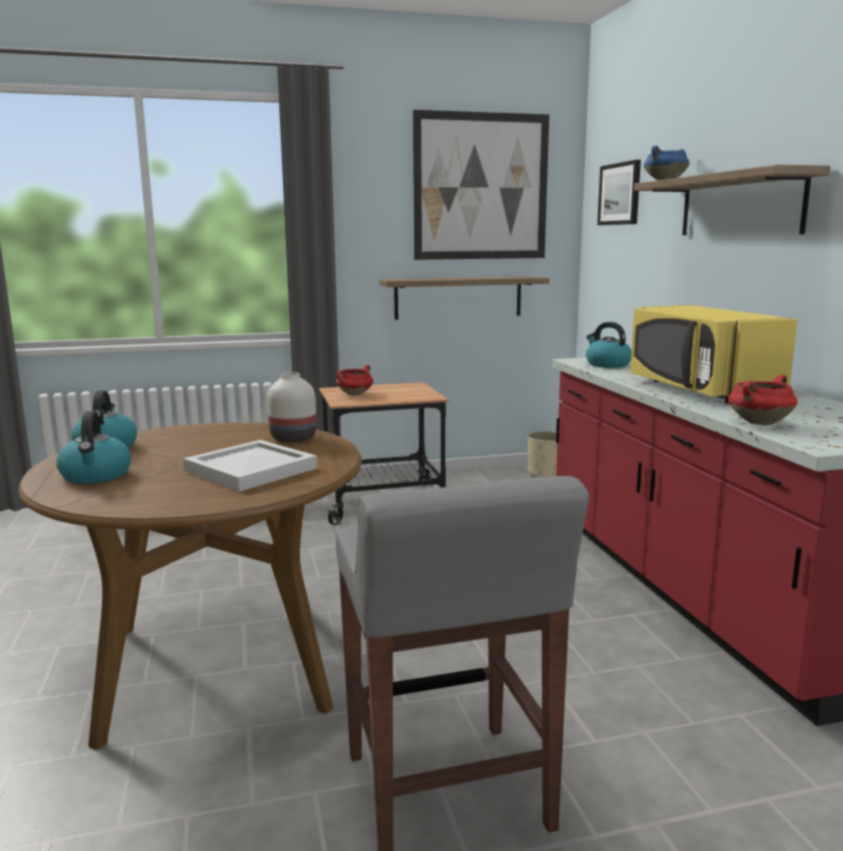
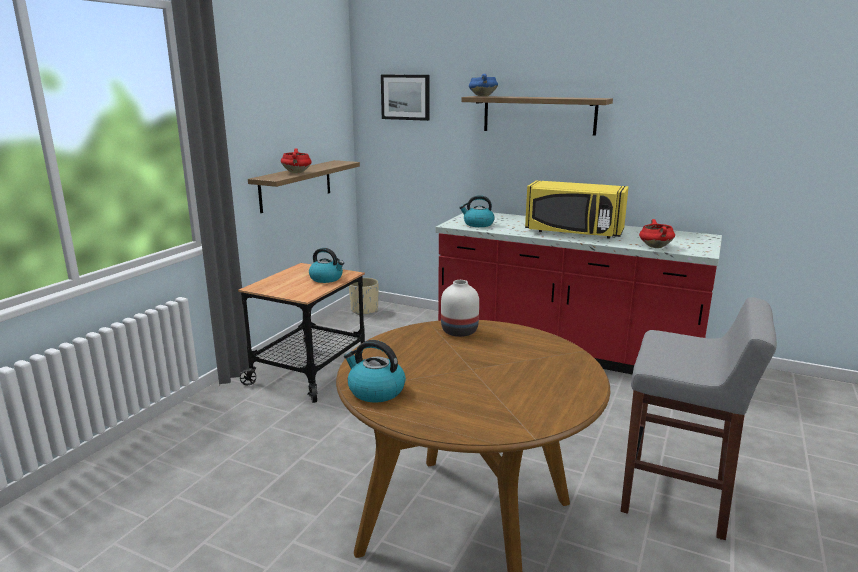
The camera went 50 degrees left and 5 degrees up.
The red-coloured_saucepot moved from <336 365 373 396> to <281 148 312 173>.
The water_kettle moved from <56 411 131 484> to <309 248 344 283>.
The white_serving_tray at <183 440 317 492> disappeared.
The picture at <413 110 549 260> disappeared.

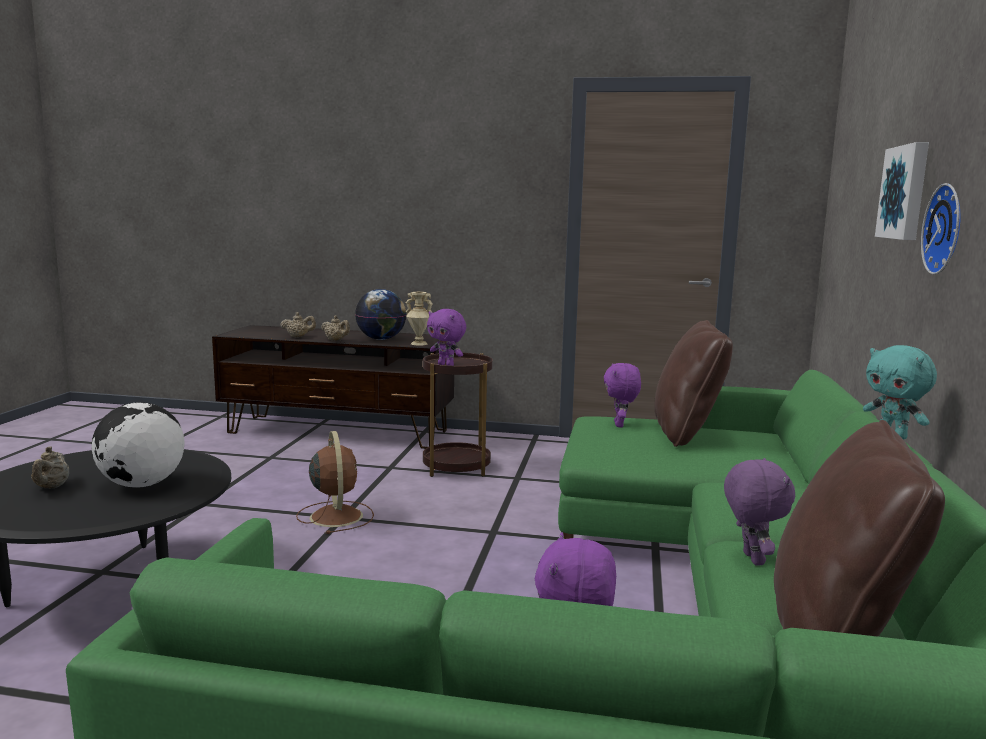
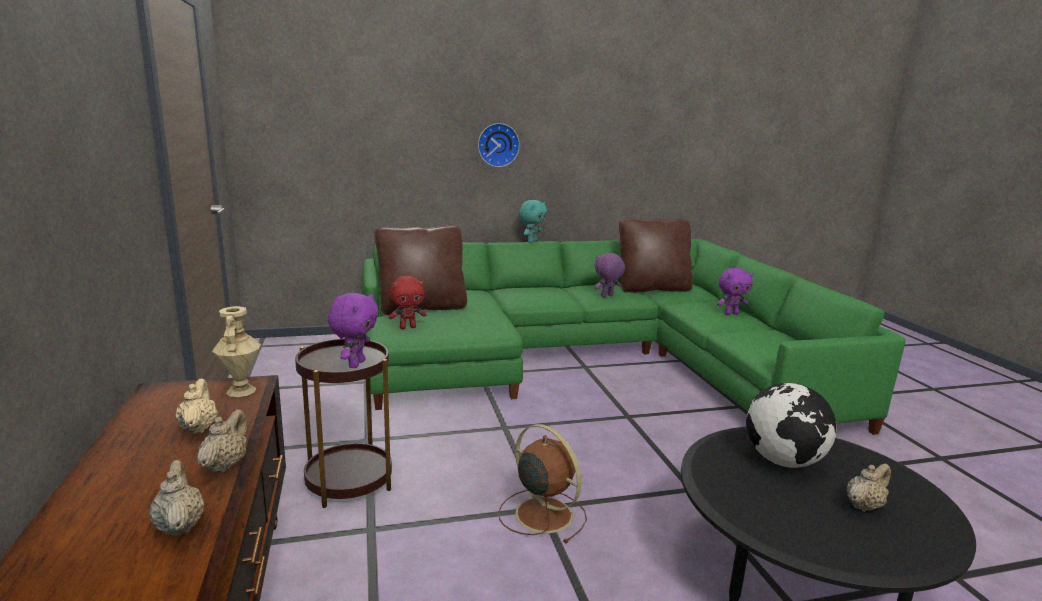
The camera went 115 degrees left and 5 degrees up.
The globe at <355 289 407 340> was replaced by the beige_pot_for_tea at <175 379 218 434>.
The purplish_soft_toy at <604 363 641 427> became the red-coloured_soft_toy at <389 276 426 329>.
The brown_cooling_fan at <296 431 374 534> turned 90 degrees clockwise.
The picture at <875 142 929 240> disappeared.

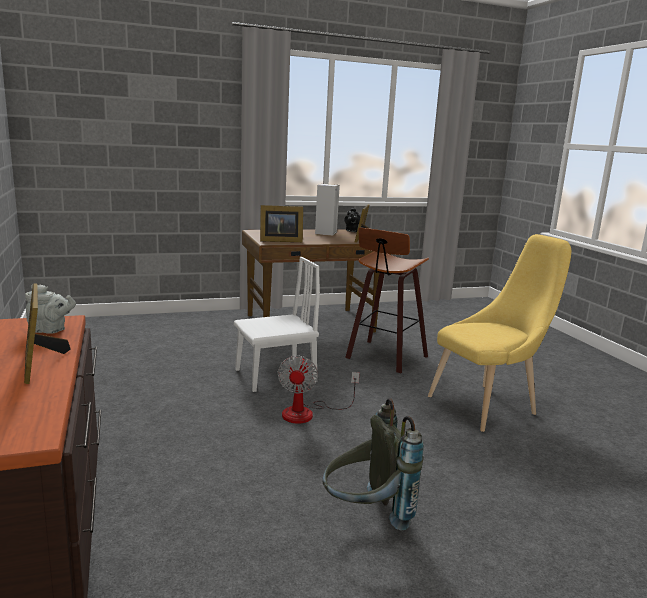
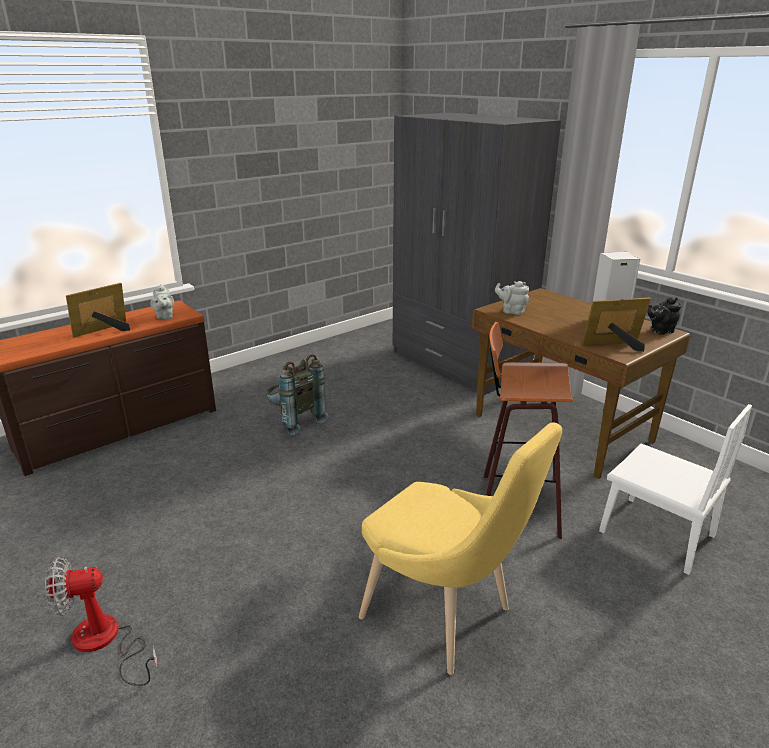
The camera went 70 degrees right and 10 degrees up.
The cooling_fan moved from <277 355 359 424> to <45 557 157 686>.
The greyish_rucksack moved from <322 398 424 531> to <266 354 328 435>.
The greyish_armoire at <393 113 561 395> appeared.
The photo_frame at <260 205 303 242> was replaced by the greyish_pot_for_tea at <495 281 529 315>.
The white_upright_chair moved from <234 257 320 392> to <599 404 752 575>.

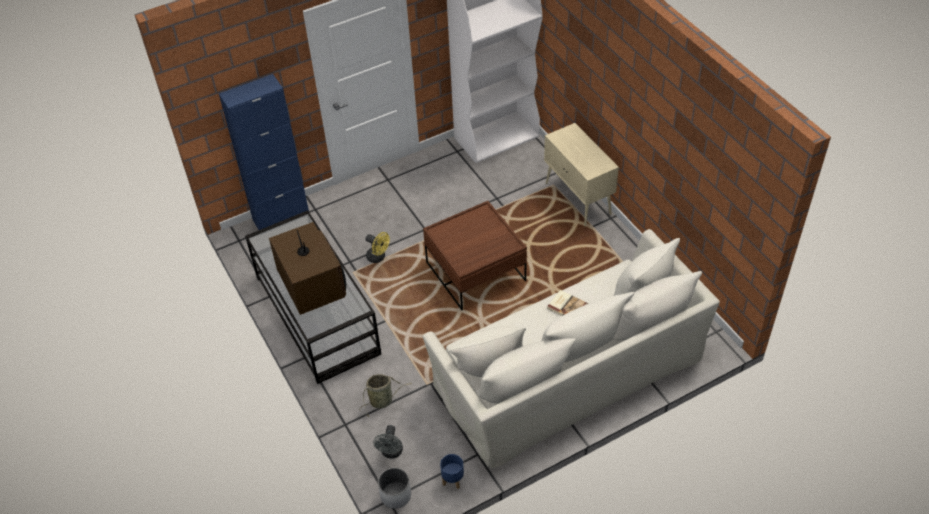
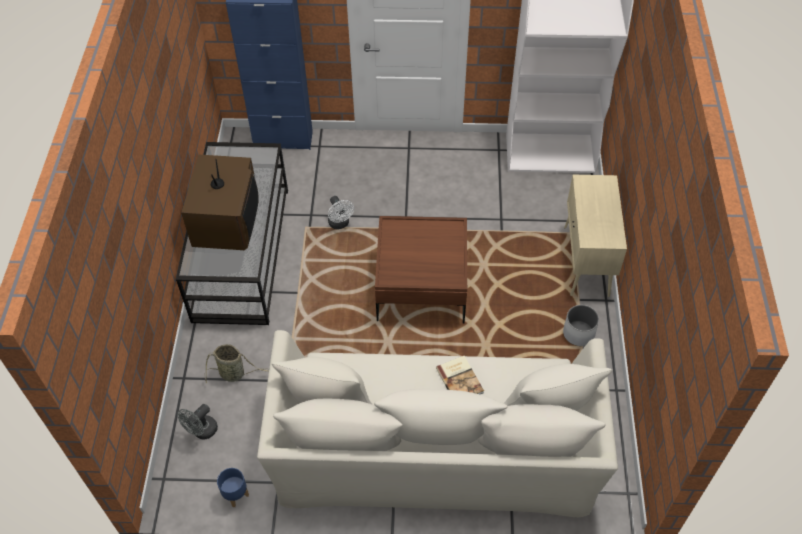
The camera went 30 degrees right and 5 degrees up.
The yellow-coloured_cooling_fan at <366 232 390 263> became the white_cooling_fan at <328 196 354 229>.
The white_planter moved from <378 468 411 509> to <563 305 599 346>.

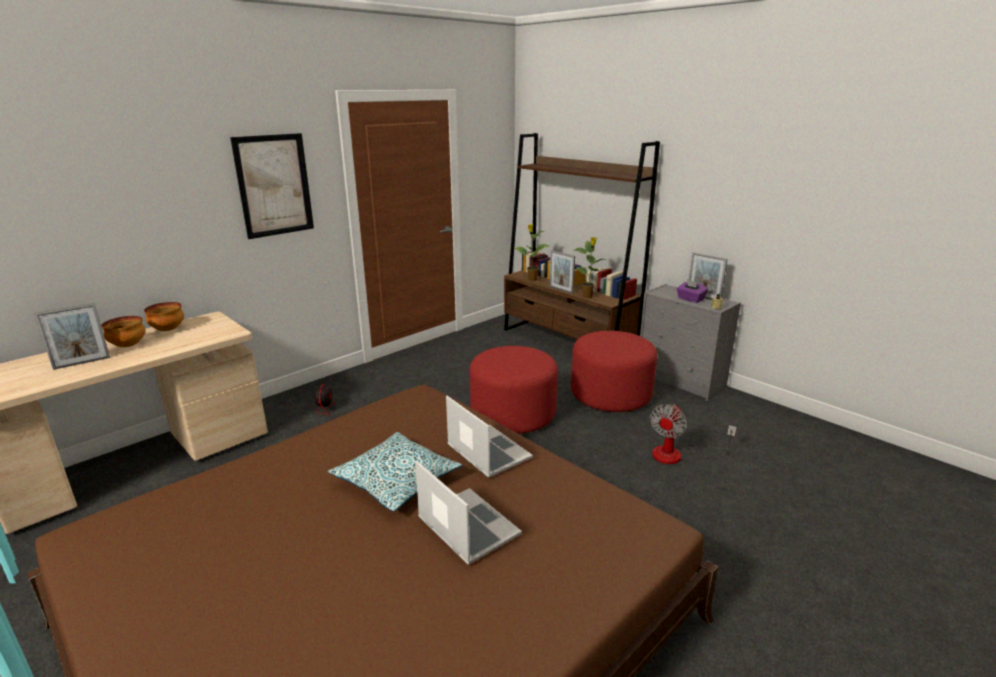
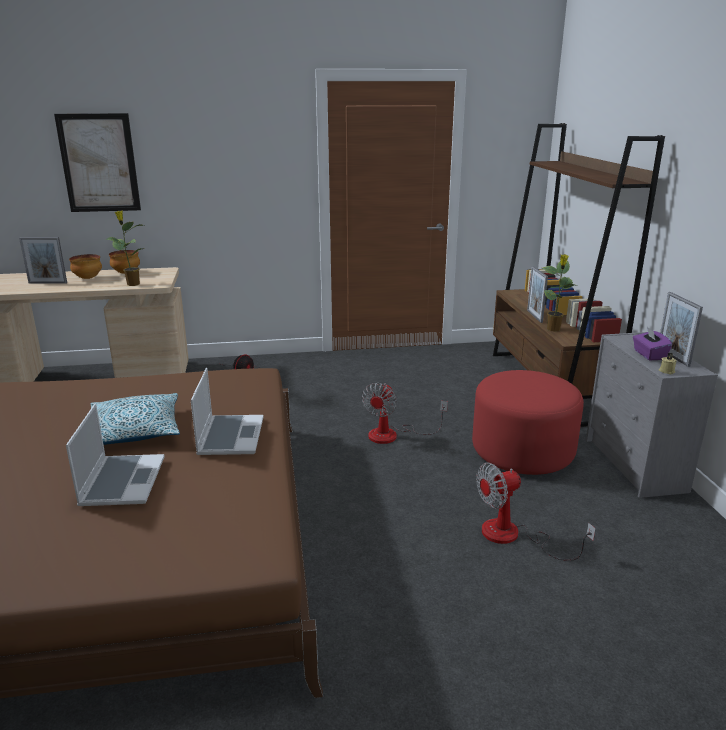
The camera went 35 degrees right and 0 degrees up.
The picture moved from <230 133 314 239> to <54 113 141 212>.
The potted_plant moved from <514 224 549 281> to <106 211 144 286>.
The red-coloured_pouffe at <470 346 558 434> was replaced by the cooling_fan at <362 383 448 444>.

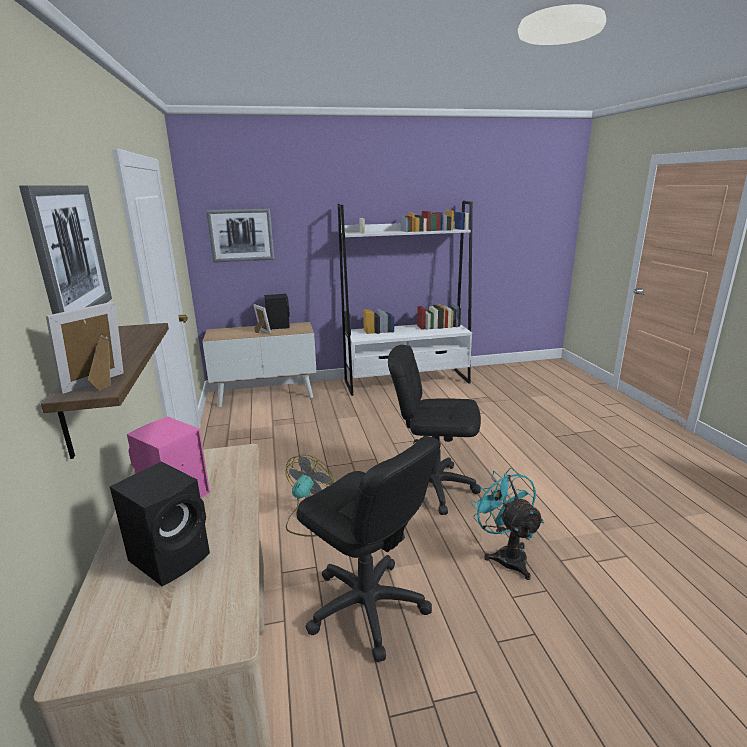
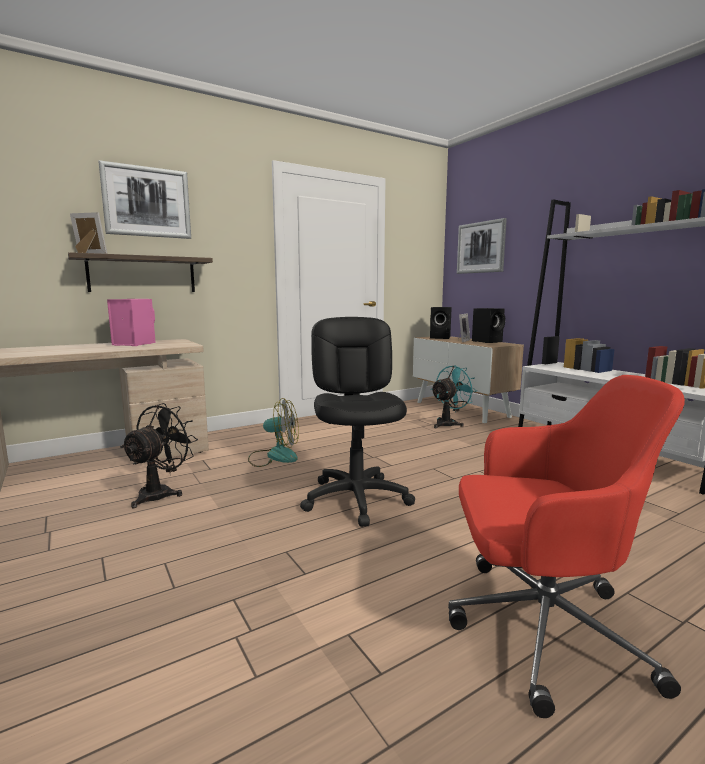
The camera went 70 degrees right and 10 degrees down.
The black_office_chair at <297 436 441 662> was replaced by the black_cooling_fan at <120 403 198 508>.
The black_loudspeaker moved from <110 461 210 586> to <430 307 452 339>.
The turquoise-coloured_cooling_fan moved from <470 468 544 580> to <431 365 477 428>.
The red-coloured_office_chair at <448 375 685 718> appeared.

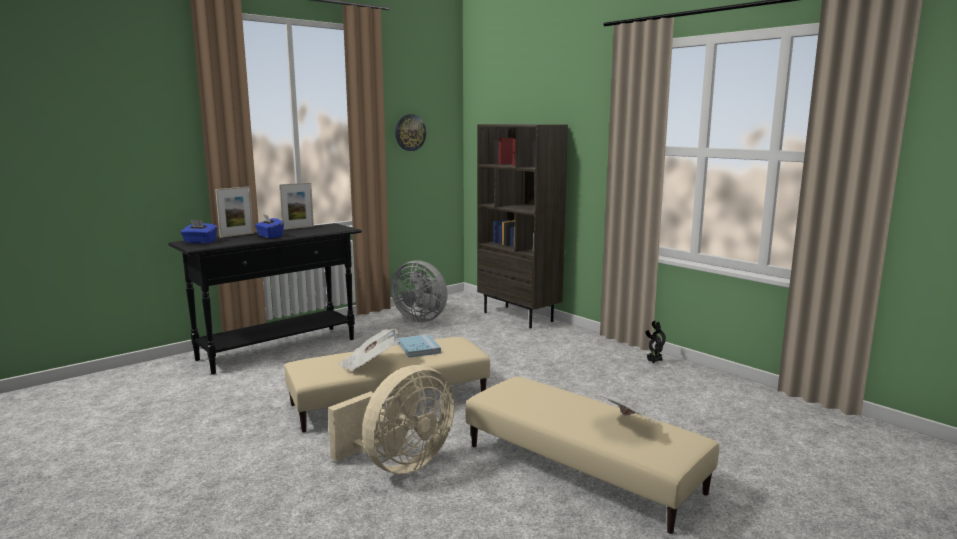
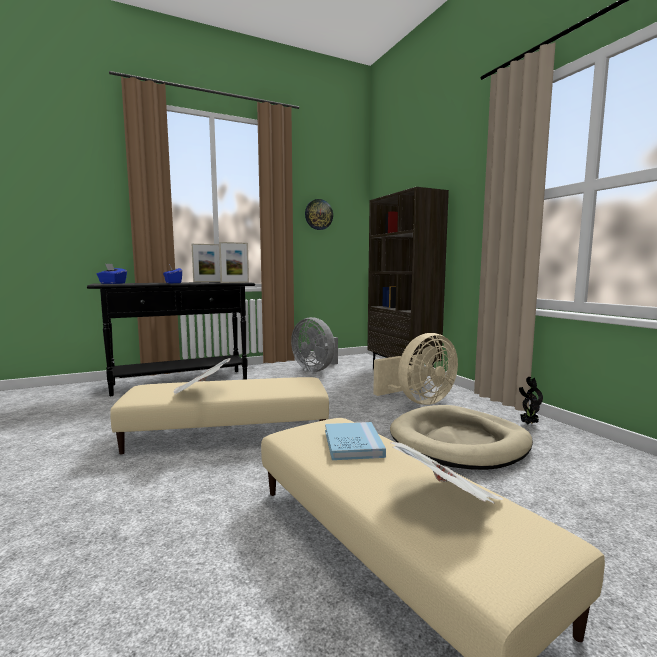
The camera went 15 degrees right and 5 degrees down.
The photo_frame moved from <215 187 254 238> to <219 242 249 283>.
The bluish_book moved from <398 334 441 358> to <325 422 386 460>.
The beige_cooling_fan moved from <328 365 455 474> to <373 333 458 405>.
The beige_dog_cushion at <390 405 533 470> appeared.

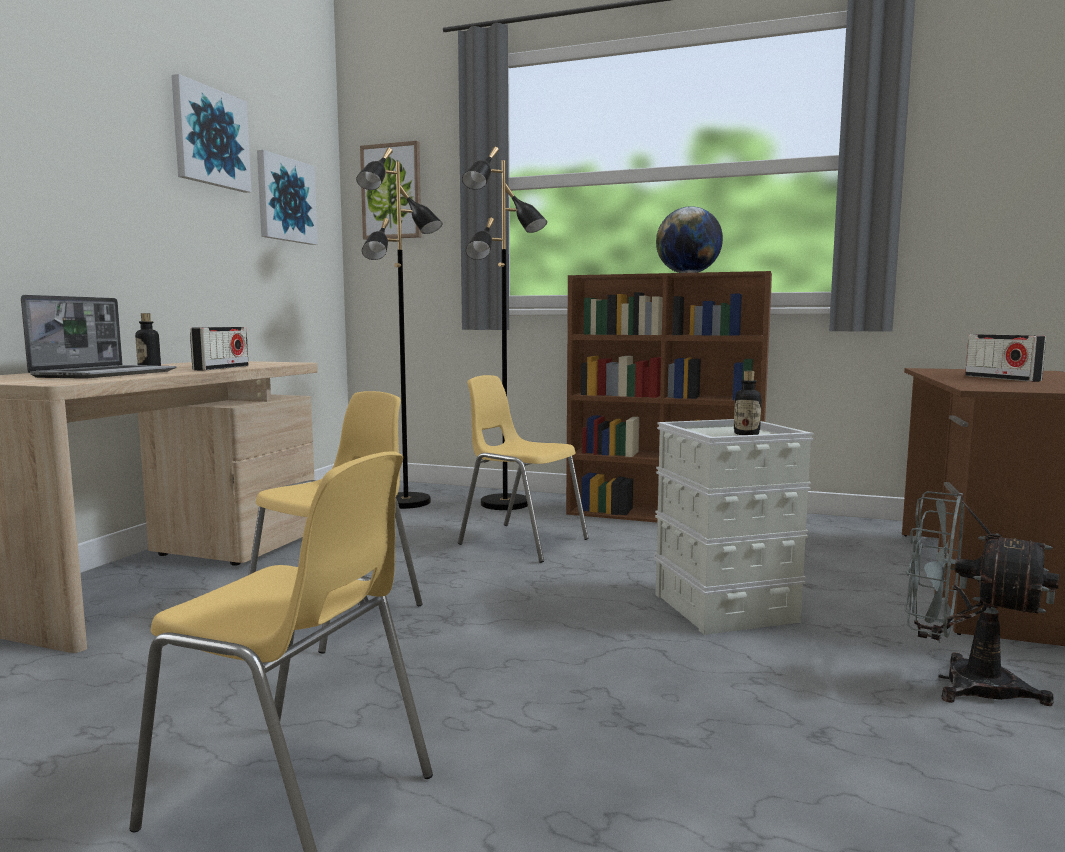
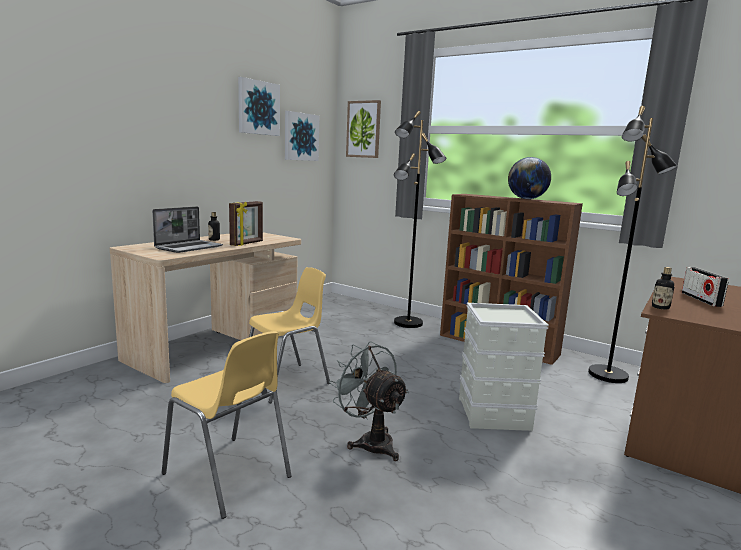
The camera went 15 degrees right and 5 degrees up.
The radio at <190 327 249 371> was replaced by the photo_frame at <229 201 263 246>.
The greyish_cooling_fan moved from <904 491 1059 706> to <329 341 409 461>.
The black_standard_lamp moved from <356 148 443 509> to <588 106 678 383>.
The drink_bottle moved from <734 371 762 435> to <652 267 674 309>.
The yellow-coloured_upright_chair at <458 375 589 563> disappeared.

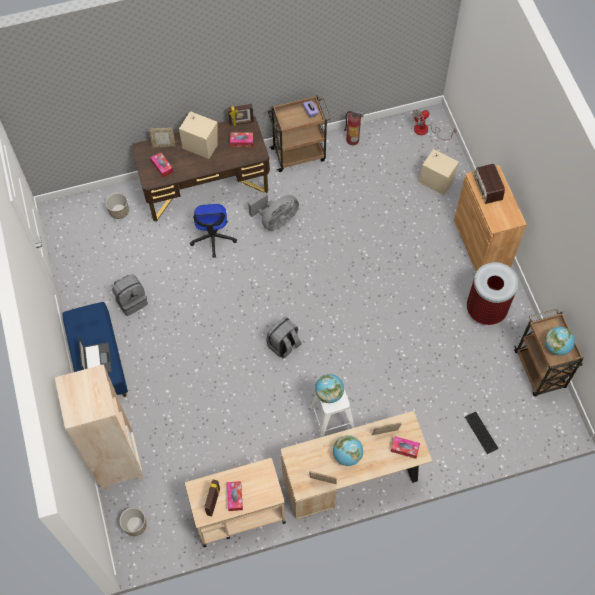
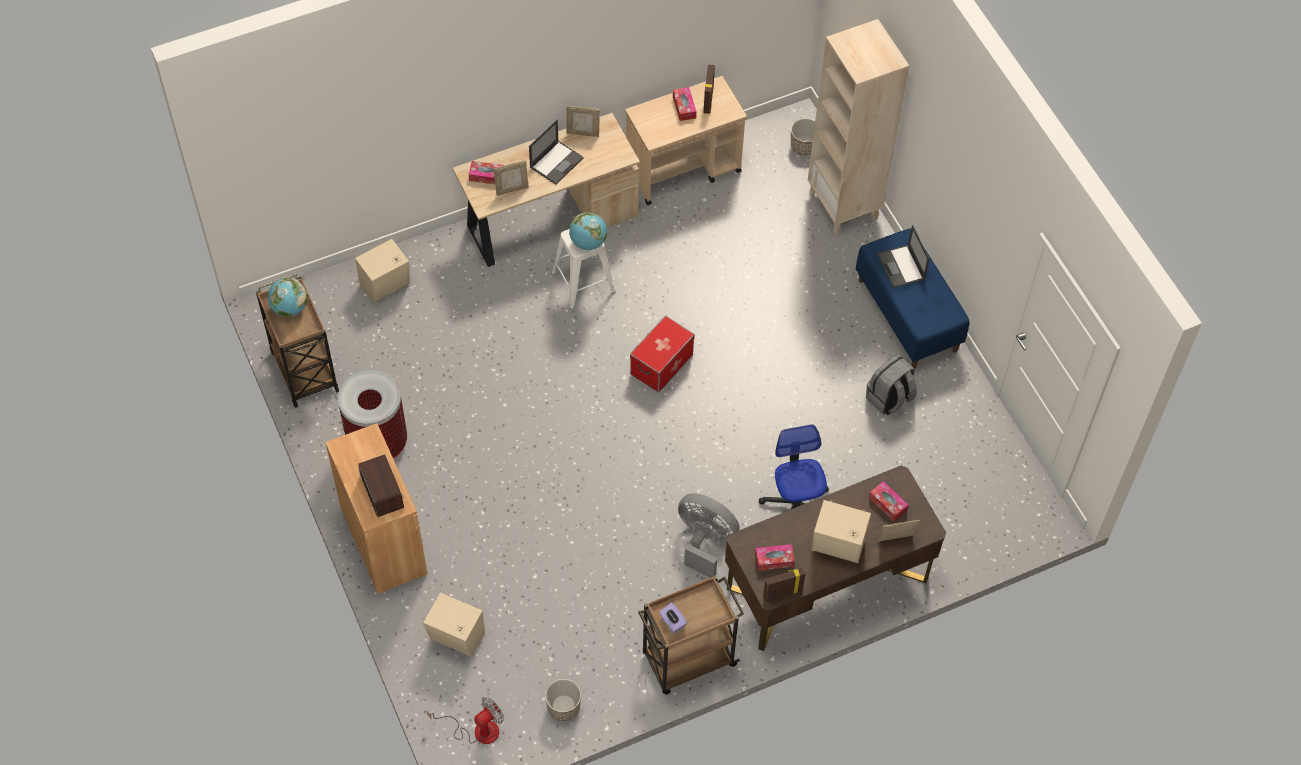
The camera went 170 degrees right and 5 degrees down.
The computer_keyboard at <465 412 499 454> was replaced by the beige_loudspeaker at <355 239 410 303>.
The globe at <333 435 363 466> was replaced by the laptop at <529 120 584 185>.
The planter moved from <105 193 129 219> to <545 679 581 721>.
The greyish_rucksack at <266 317 301 359> was replaced by the storage_bin at <630 316 695 393>.
The greyish_cooling_fan at <248 192 299 231> turned 75 degrees clockwise.
The fire_extinguisher at <344 109 364 145> disappeared.

